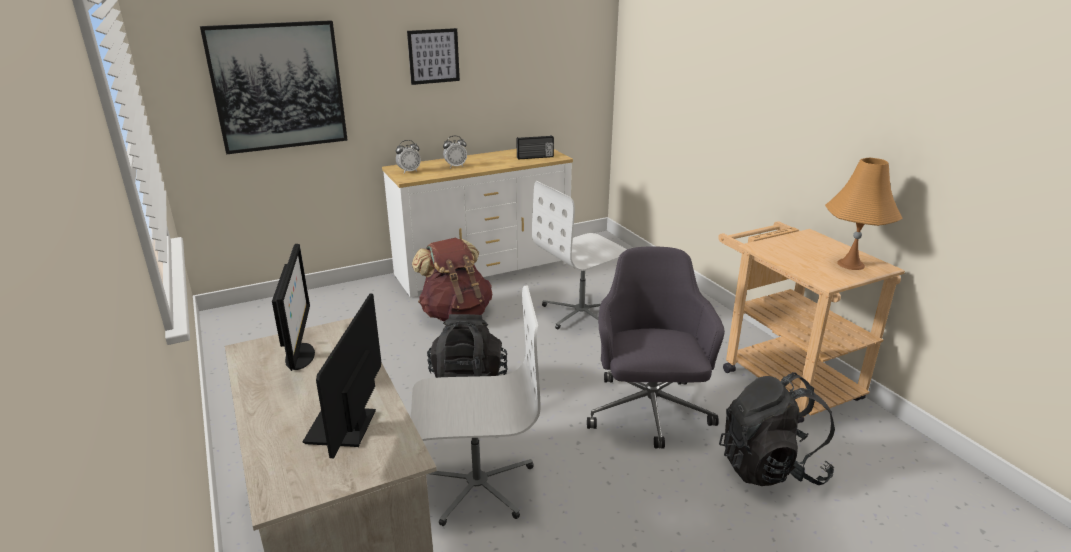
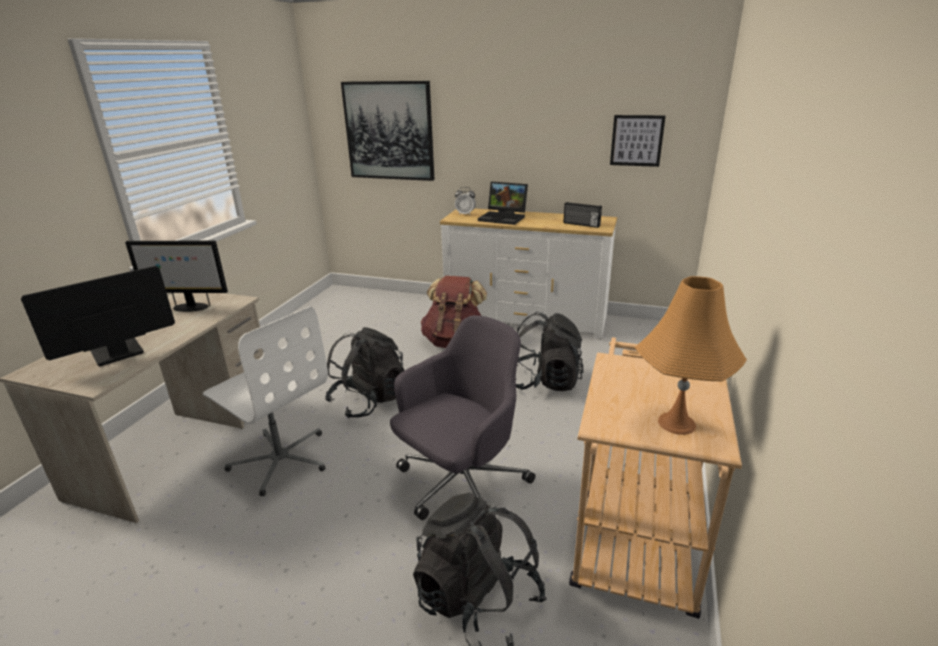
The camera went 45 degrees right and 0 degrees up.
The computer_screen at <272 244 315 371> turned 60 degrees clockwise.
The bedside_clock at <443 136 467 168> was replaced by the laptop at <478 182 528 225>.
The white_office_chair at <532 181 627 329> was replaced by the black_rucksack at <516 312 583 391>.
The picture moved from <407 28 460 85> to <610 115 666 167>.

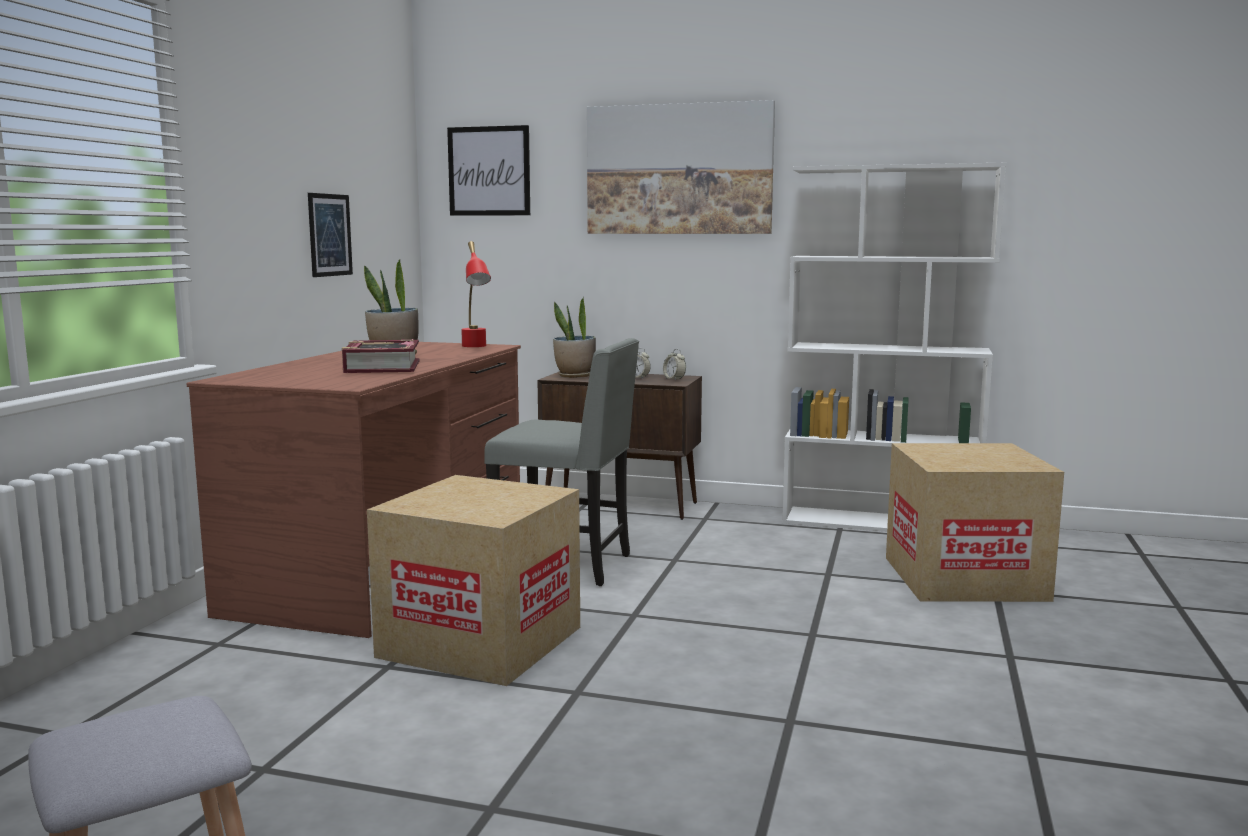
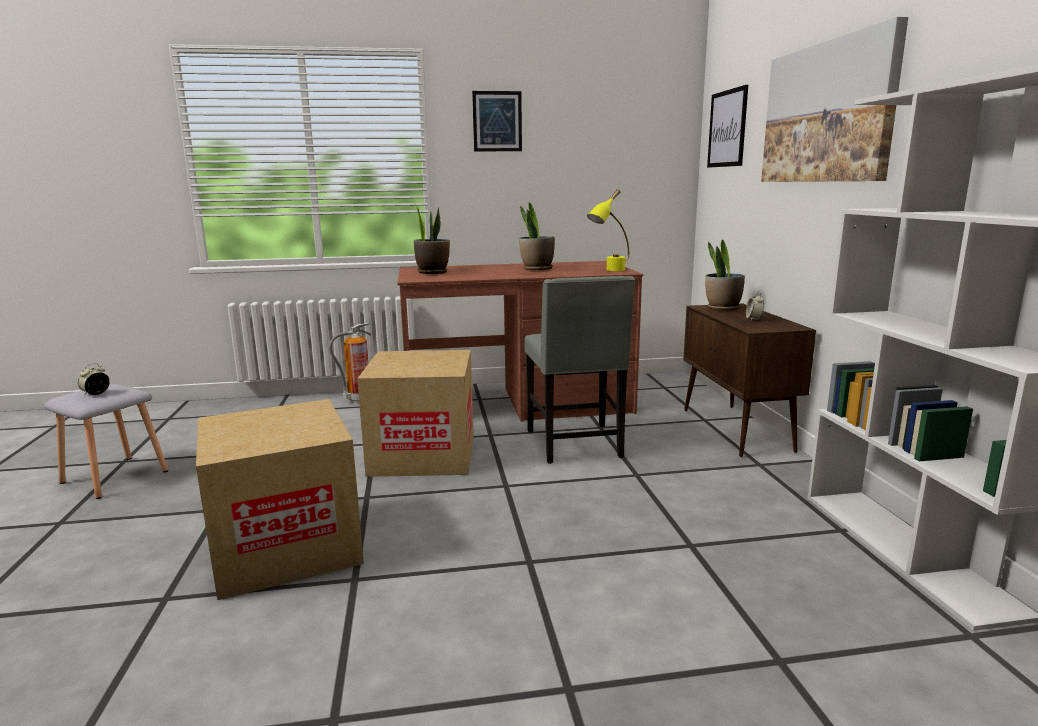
The camera went 65 degrees right and 5 degrees up.
The bedside_clock moved from <663 349 686 380> to <78 363 110 395>.
The cardboard_box moved from <886 443 1064 602> to <196 399 364 600>.
The fire_extinguisher at <329 323 371 403> appeared.
The potted_plant at <414 204 450 274> appeared.
The picture moved from <308 193 353 277> to <472 91 522 152>.
The red-coloured_lamp_for_a_table at <461 241 491 347> became the yellow-coloured_lamp_for_a_table at <587 189 629 271>.
The book at <342 339 420 373> disappeared.

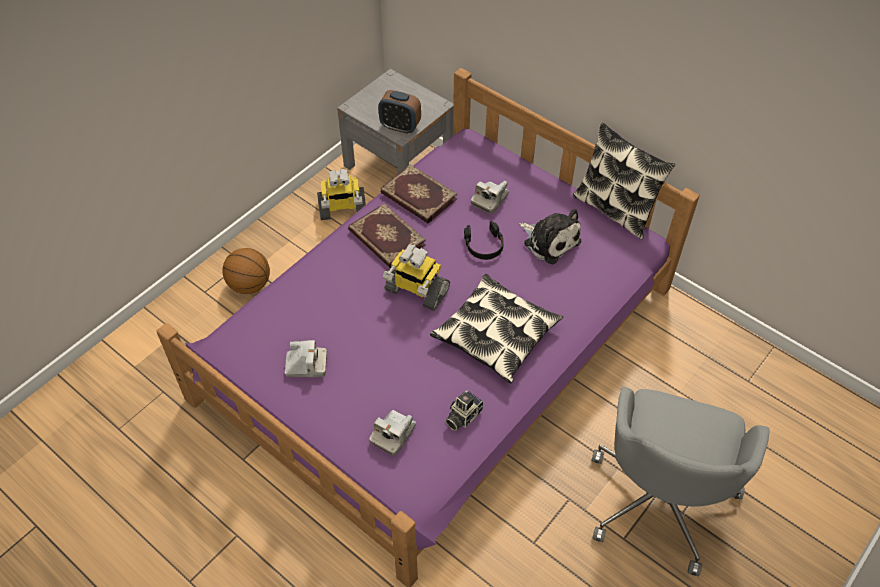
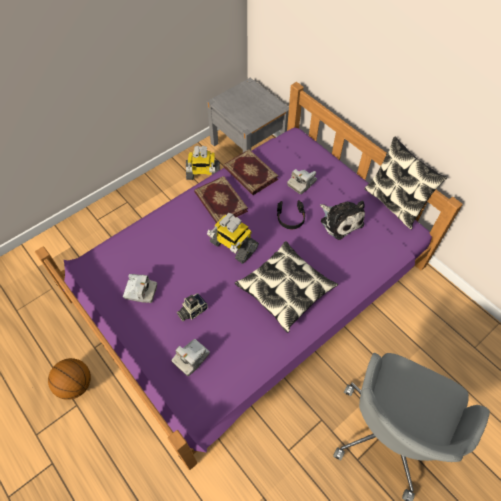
The camera went 10 degrees right and 5 degrees up.
The basketball_ball moved from <222 248 270 294> to <48 358 91 400>.
The still_camera moved from <445 391 484 431> to <177 293 208 321>.
The bedside_clock at <378 90 421 134> disappeared.

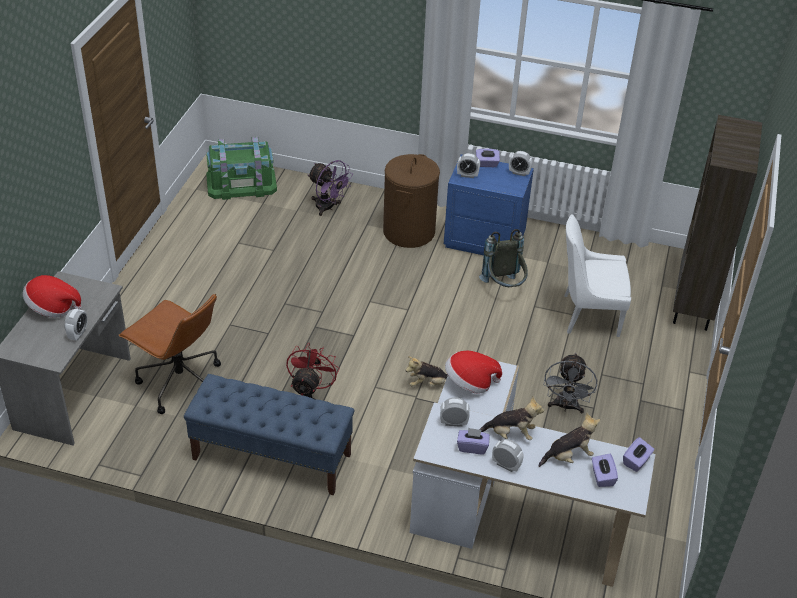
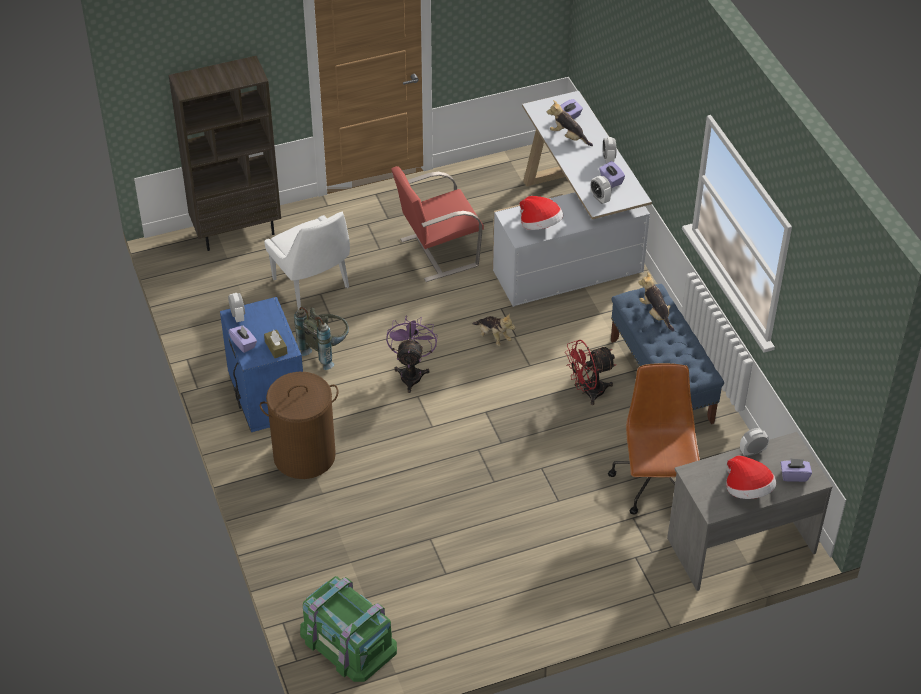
The camera went 125 degrees left and 5 degrees up.
The bedside_clock at <457 153 480 178> was replaced by the brown_tissue_holder at <264 330 288 358>.
The purplish_cooling_fan moved from <308 160 353 216> to <386 315 438 393>.
The greyish_cooling_fan at <543 353 597 413> was replaced by the red-coloured_upright_chair at <391 166 484 282>.
The soft_toy moved from <479 396 544 440> to <638 272 675 331>.
The purplish_tissue_holder moved from <623 437 654 472> to <780 459 812 482>.

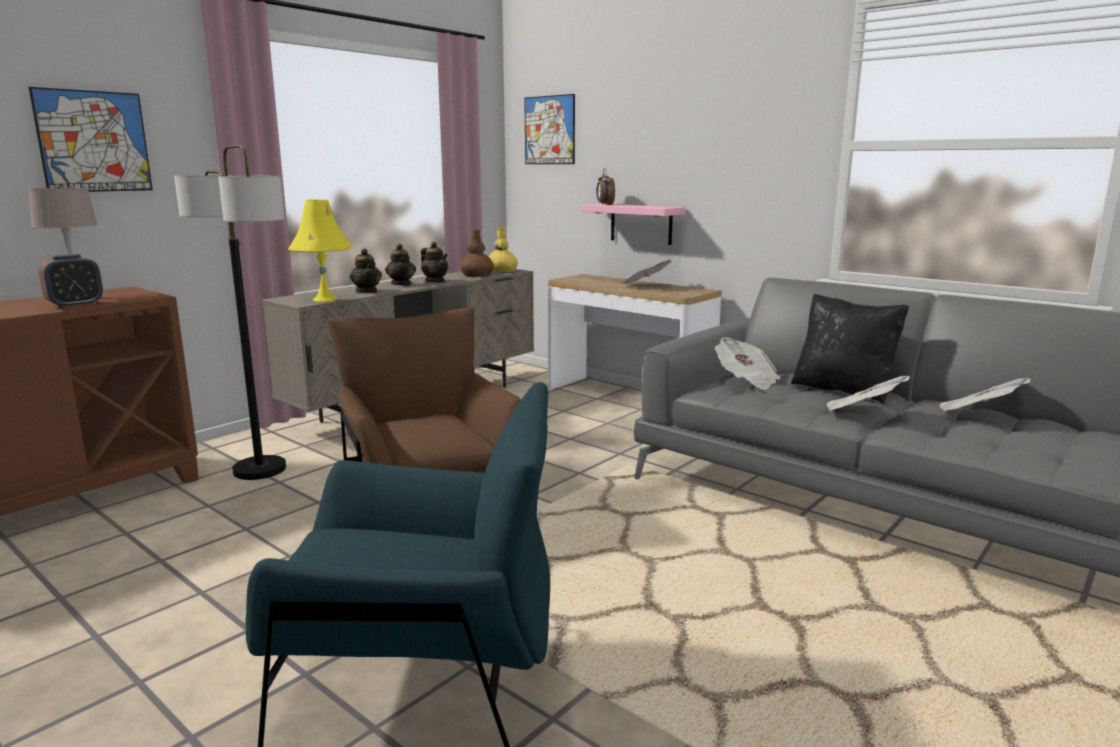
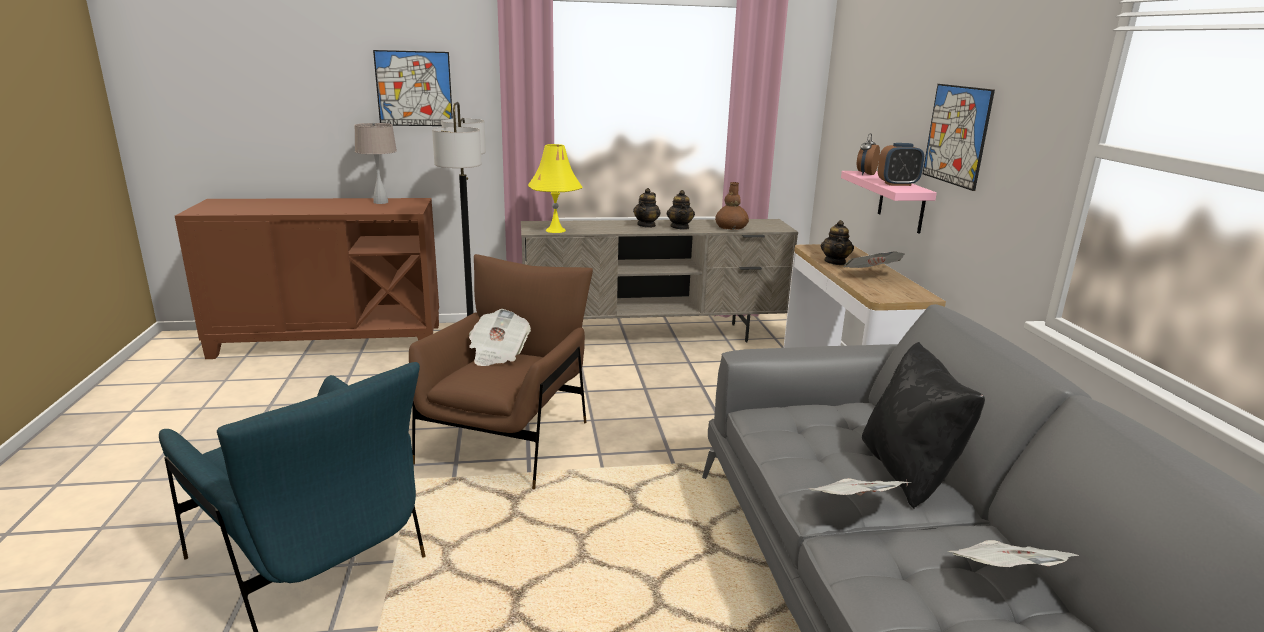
The camera went 40 degrees right and 5 degrees up.
The daily_paper moved from <715 337 781 390> to <468 309 531 366>.
The pot_for_tea moved from <350 249 382 293> to <821 220 854 265>.
The bedside_clock moved from <39 254 103 308> to <878 143 924 186>.
The picture moved from <524 94 575 164> to <923 84 995 191>.
The yellow-coloured_flower_vase at <488 227 518 272> disappeared.

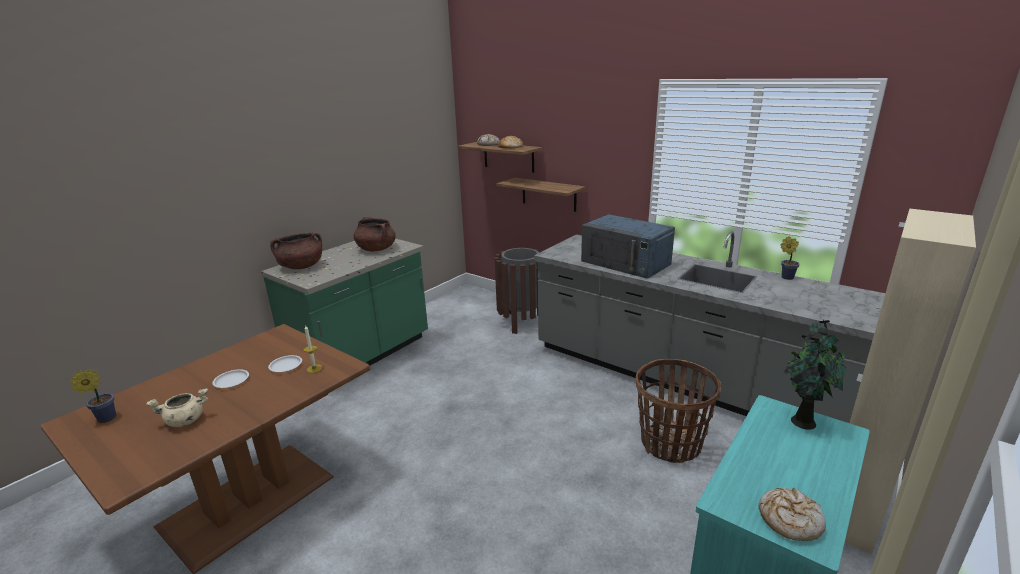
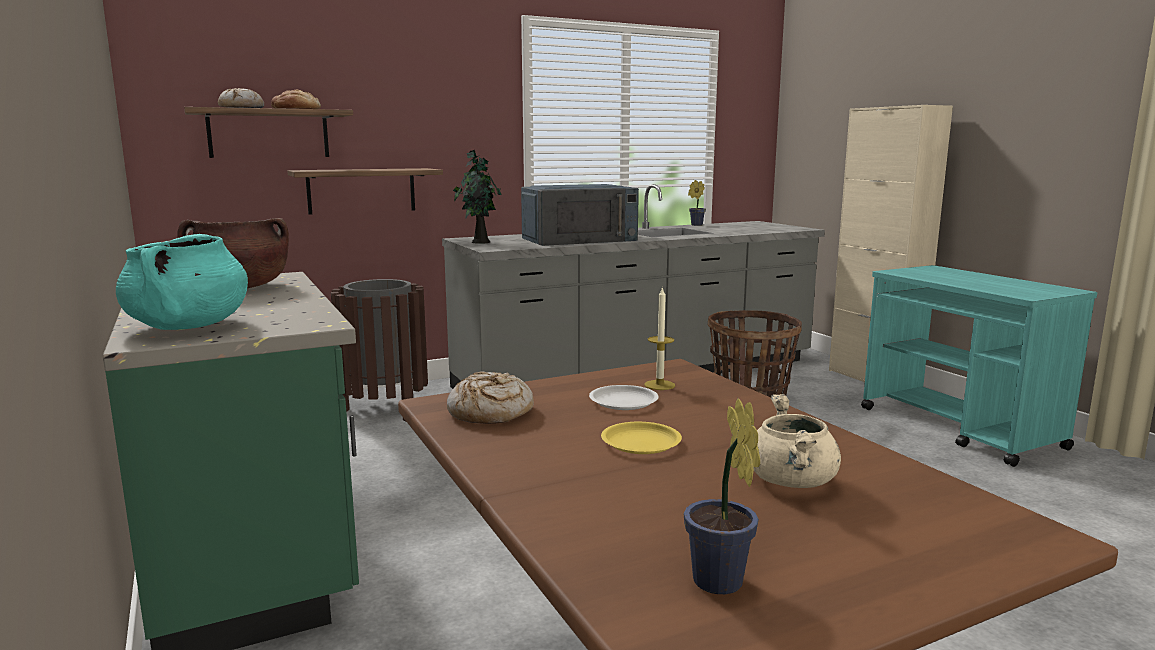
The camera went 65 degrees left and 10 degrees down.
The brown_saucepot at <270 232 322 269> became the turquoise-coloured_saucepot at <116 234 248 330>.
The bread moved from <758 488 826 541> to <447 372 534 424>.
The potted_plant moved from <784 320 846 430> to <453 150 502 244>.
The white_dinner_plate at <212 369 249 388> became the yellow-coloured_dinner_plate at <601 422 682 454>.

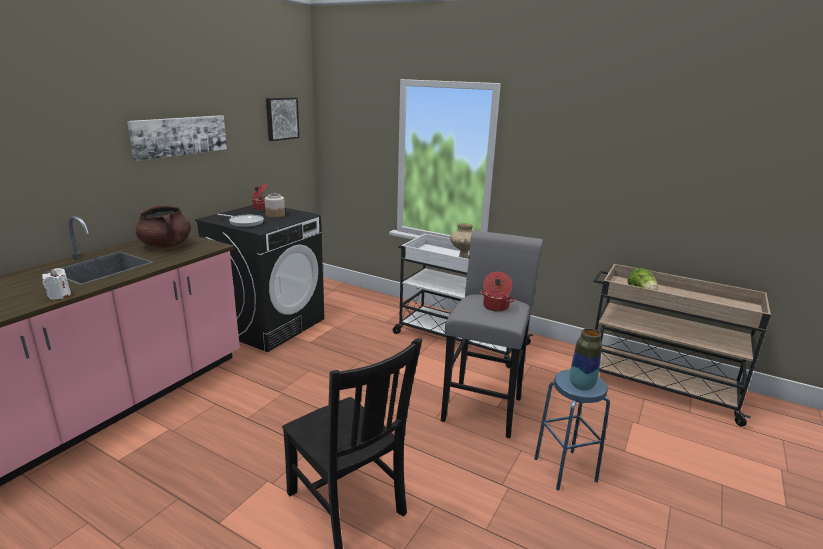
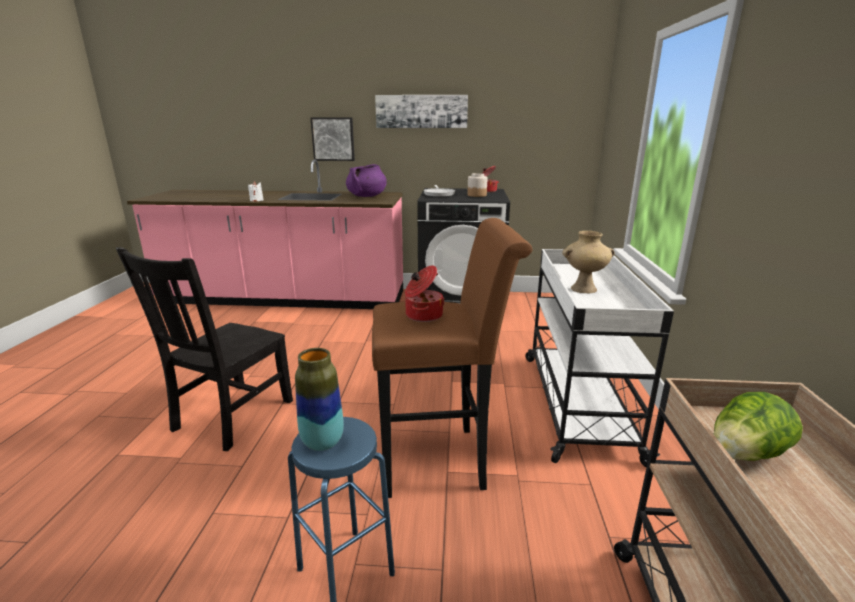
The camera went 65 degrees right and 0 degrees up.
The picture moved from <266 98 300 141> to <311 118 355 161>.
The brown_saucepot at <136 205 191 248> became the purplish_saucepot at <346 164 387 197>.
The greyish_stool_seat at <441 231 543 438> became the brown_stool_seat at <372 218 532 498>.

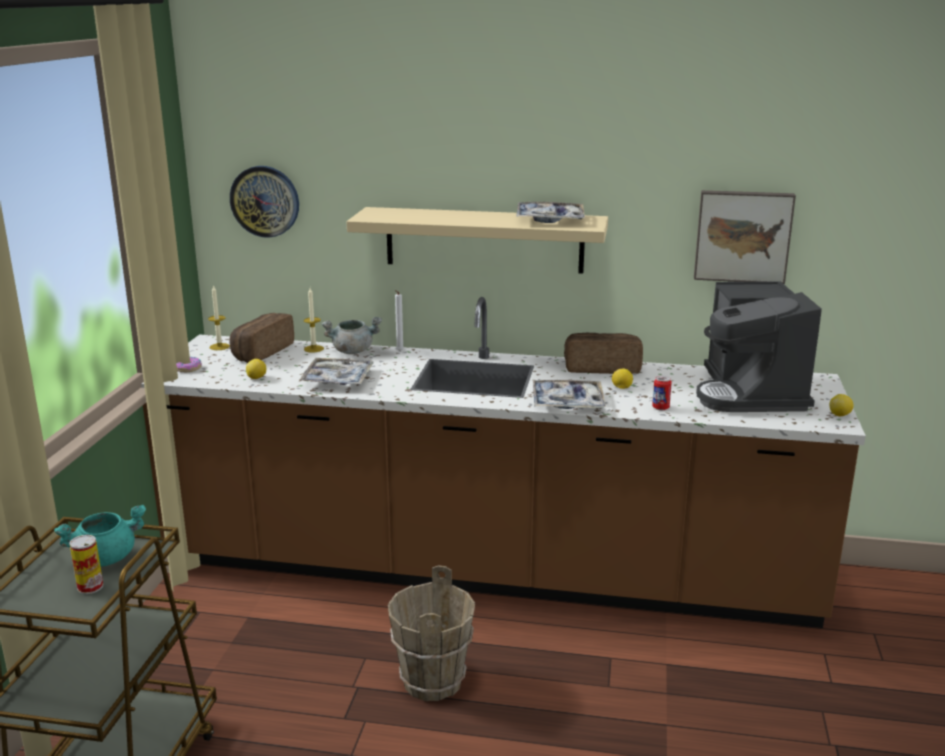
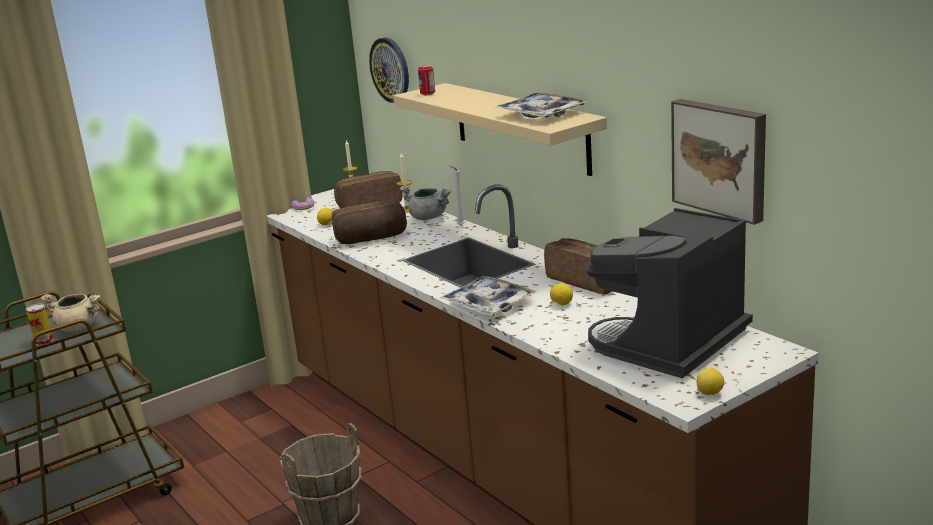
The camera went 45 degrees right and 0 degrees up.
The turquoise-coloured_saucepot at <54 504 146 567> became the beige_saucepot at <40 294 101 332>.
The serving_tray at <298 358 373 385> was replaced by the bread at <332 199 407 244>.
The metal_can moved from <652 376 672 410> to <418 64 435 95>.

